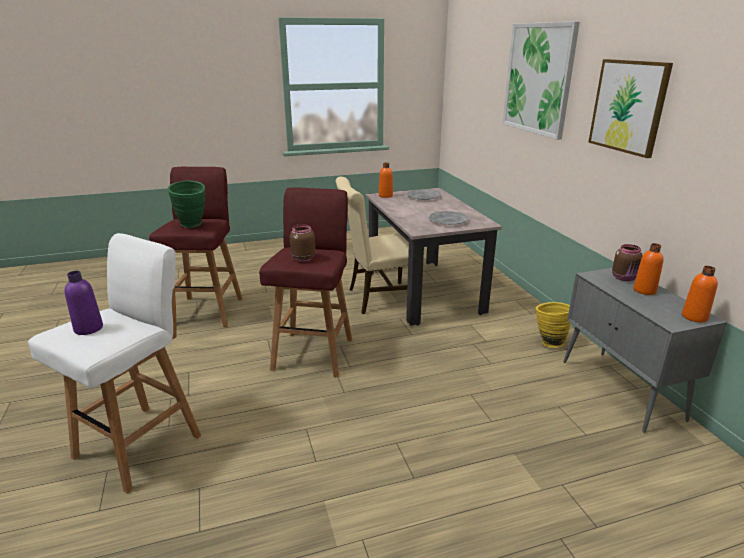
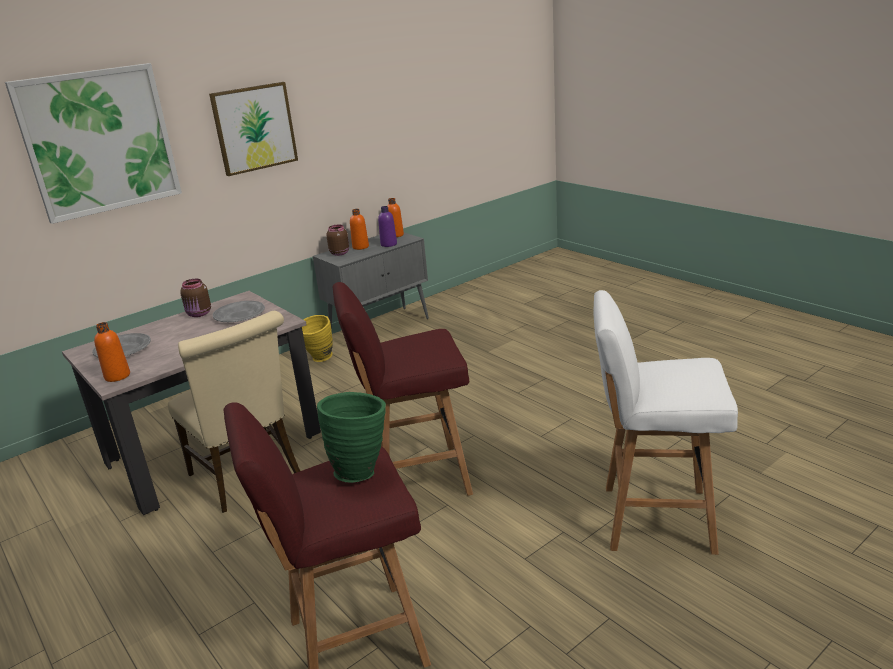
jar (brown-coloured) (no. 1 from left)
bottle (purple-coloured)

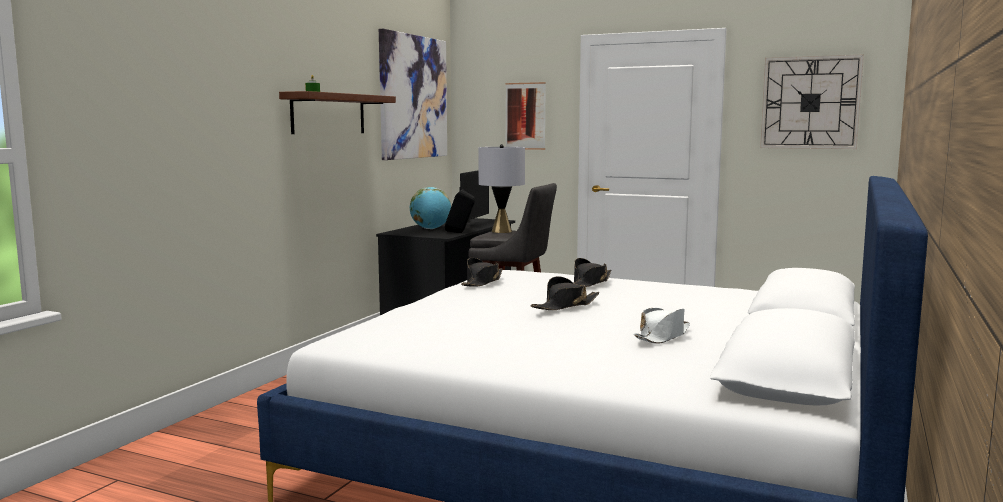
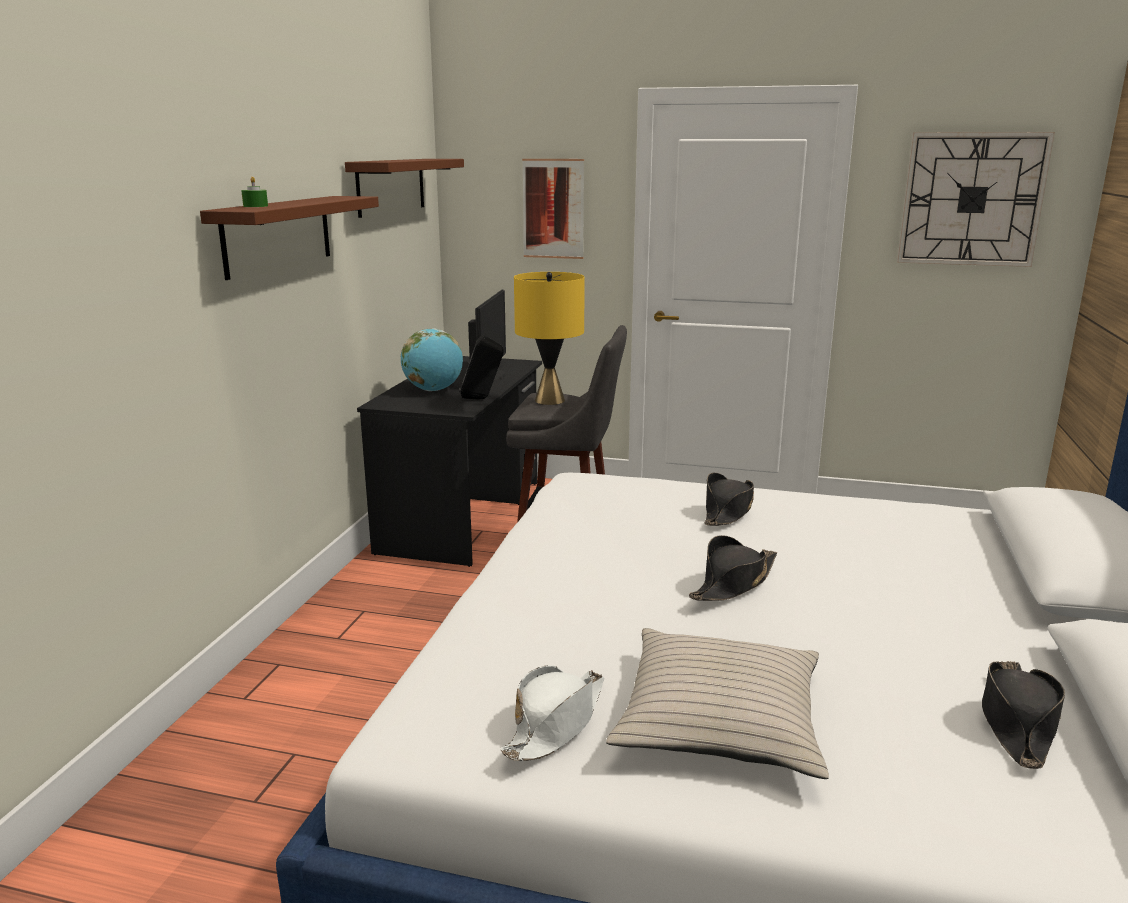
wall shelf (brown-coloured) (no. 2 from left)
tabletop lamp (yellow-coloured)
hat (blackish) (no. 3 from left)
hat (whitish)
pillow (beige-coloured)

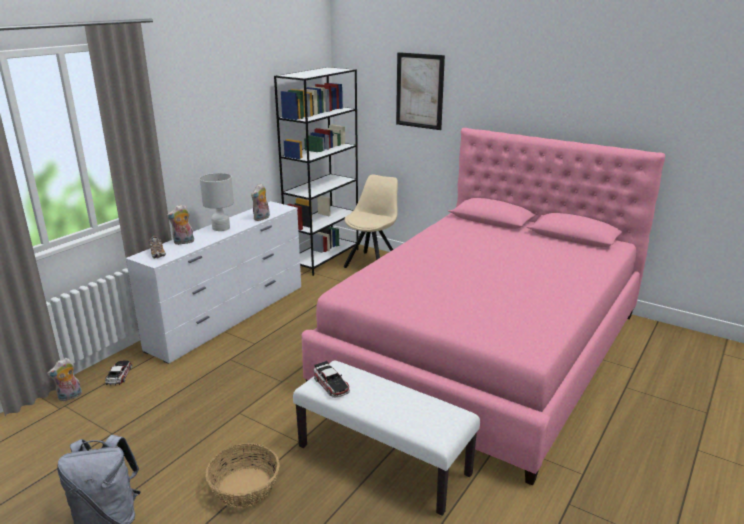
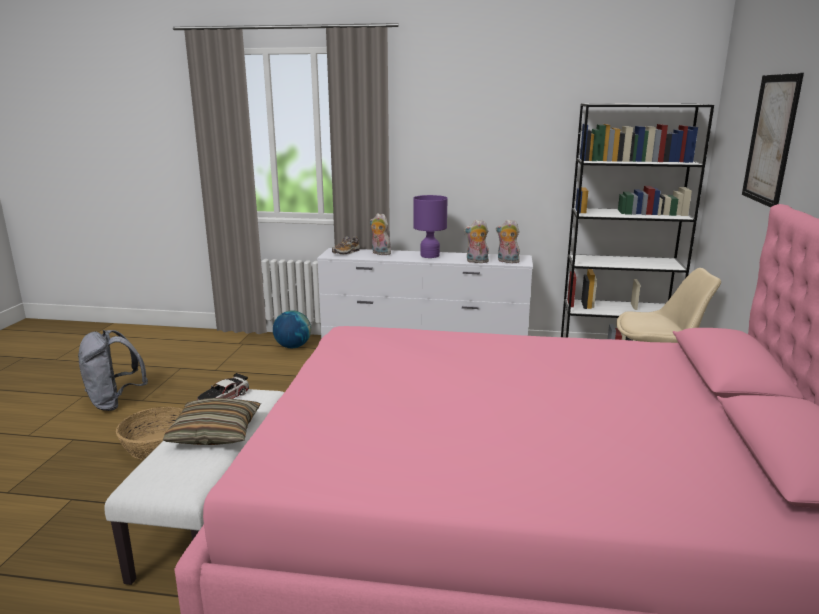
tabletop lamp (purple-coloured)
cuddly toy (no. 3 from left)
world globe
pillow

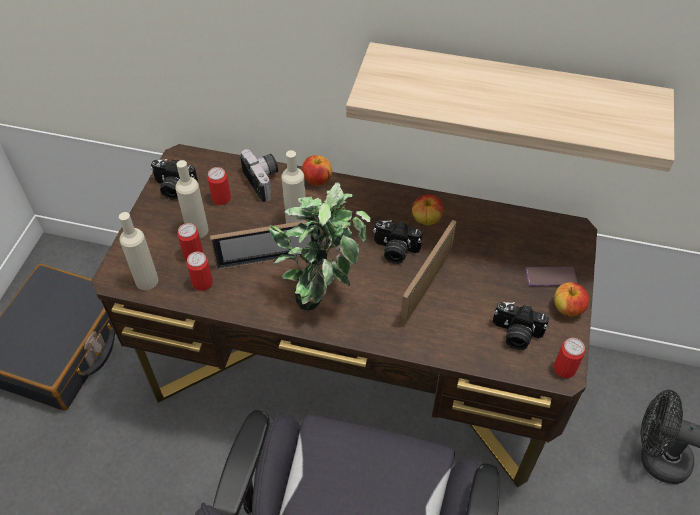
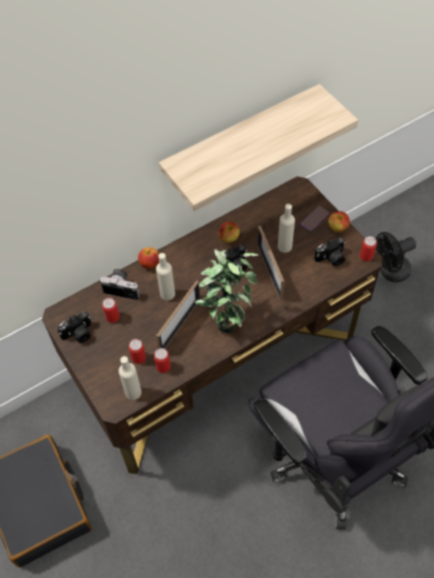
bottle (beige-coloured) (no. 3 from left)

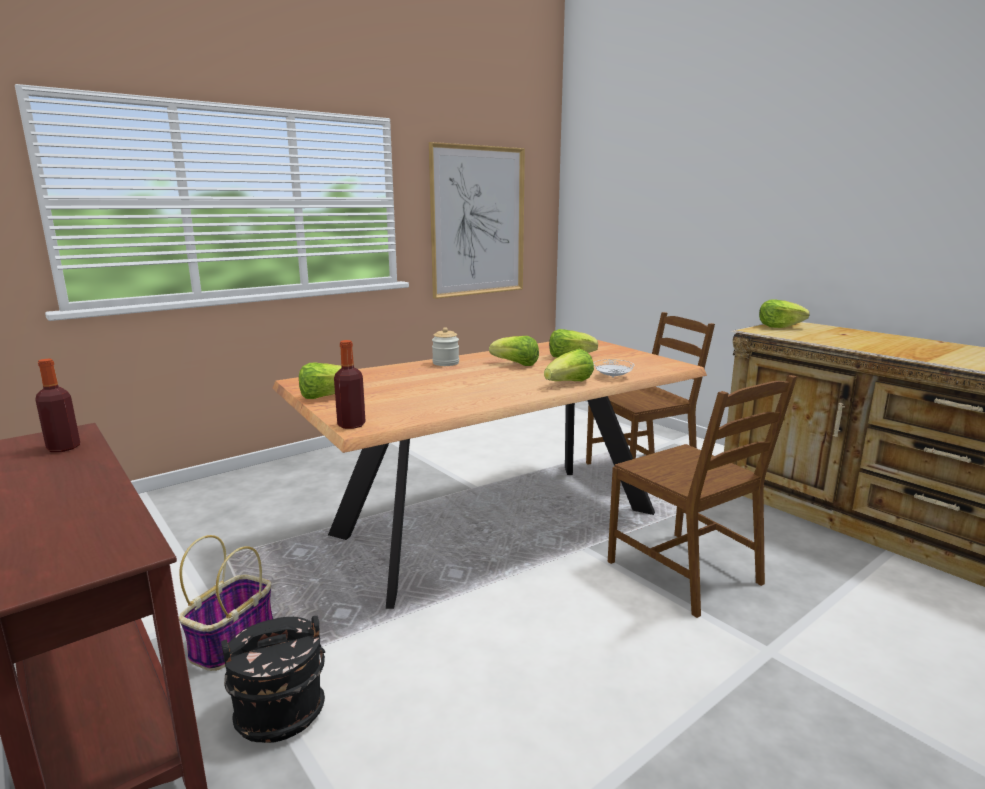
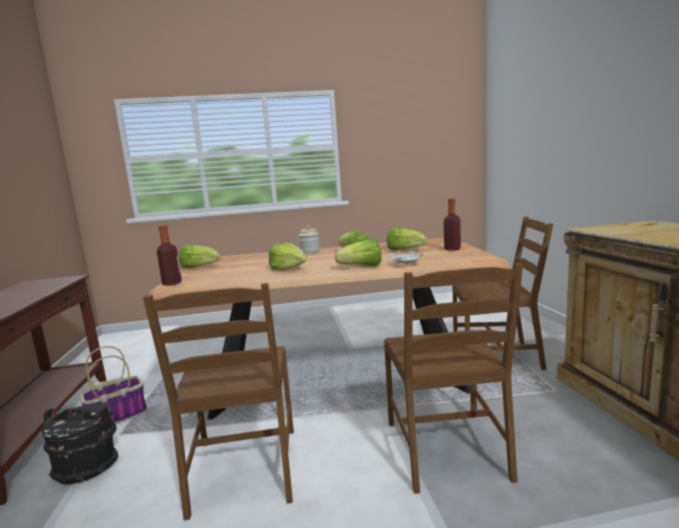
wall art
lettuce head (no. 2 from left)
bottle (no. 2 from left)
upright chair (brown-coloured) (no. 1 from left)

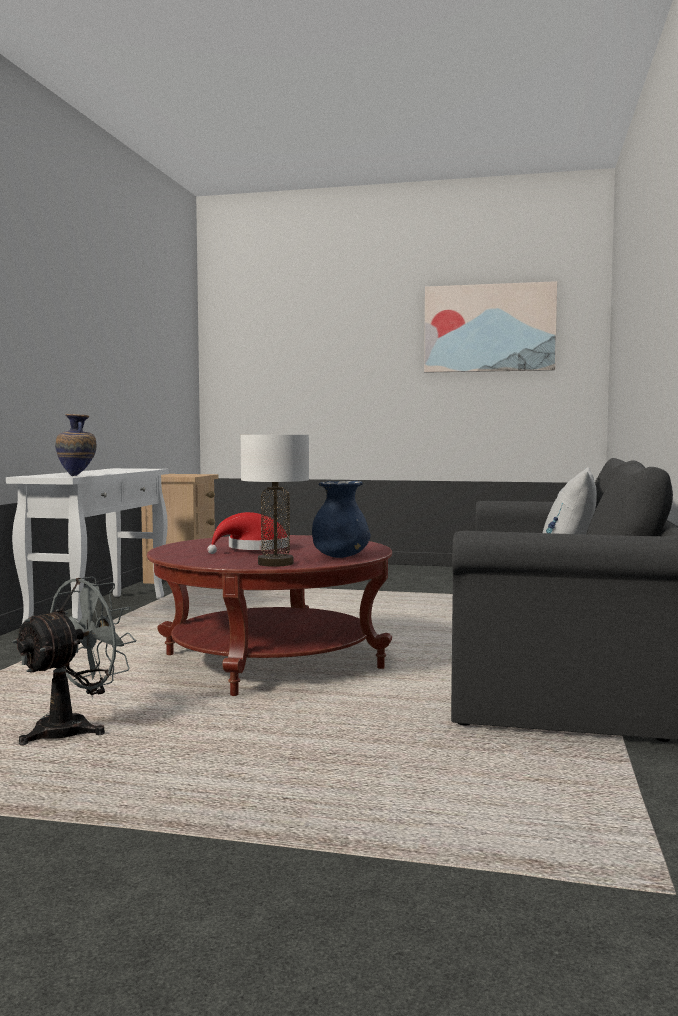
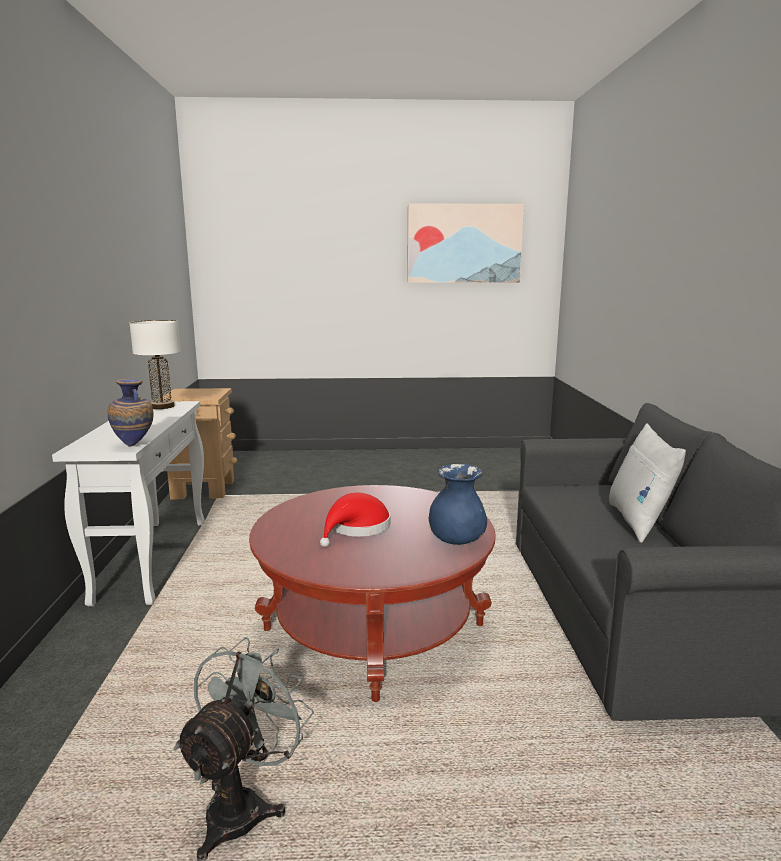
tabletop lamp

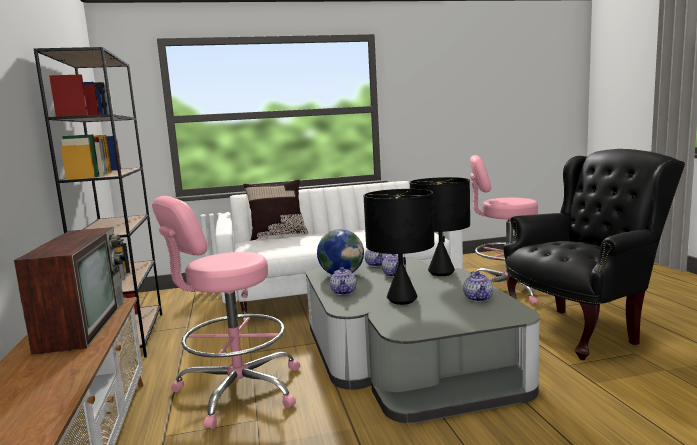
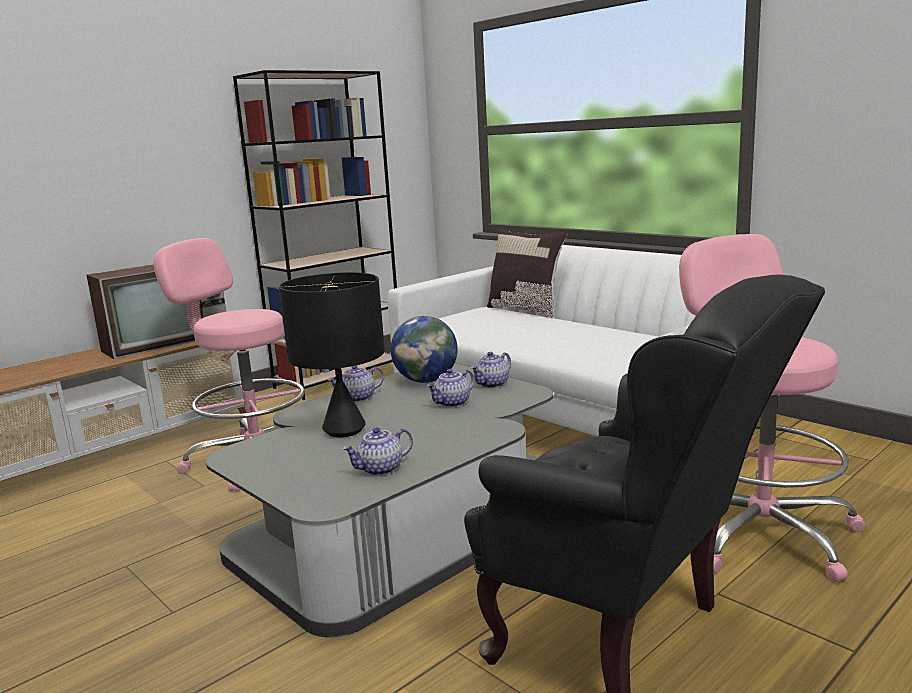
tabletop lamp (blackish) (no. 2 from left in the first image)

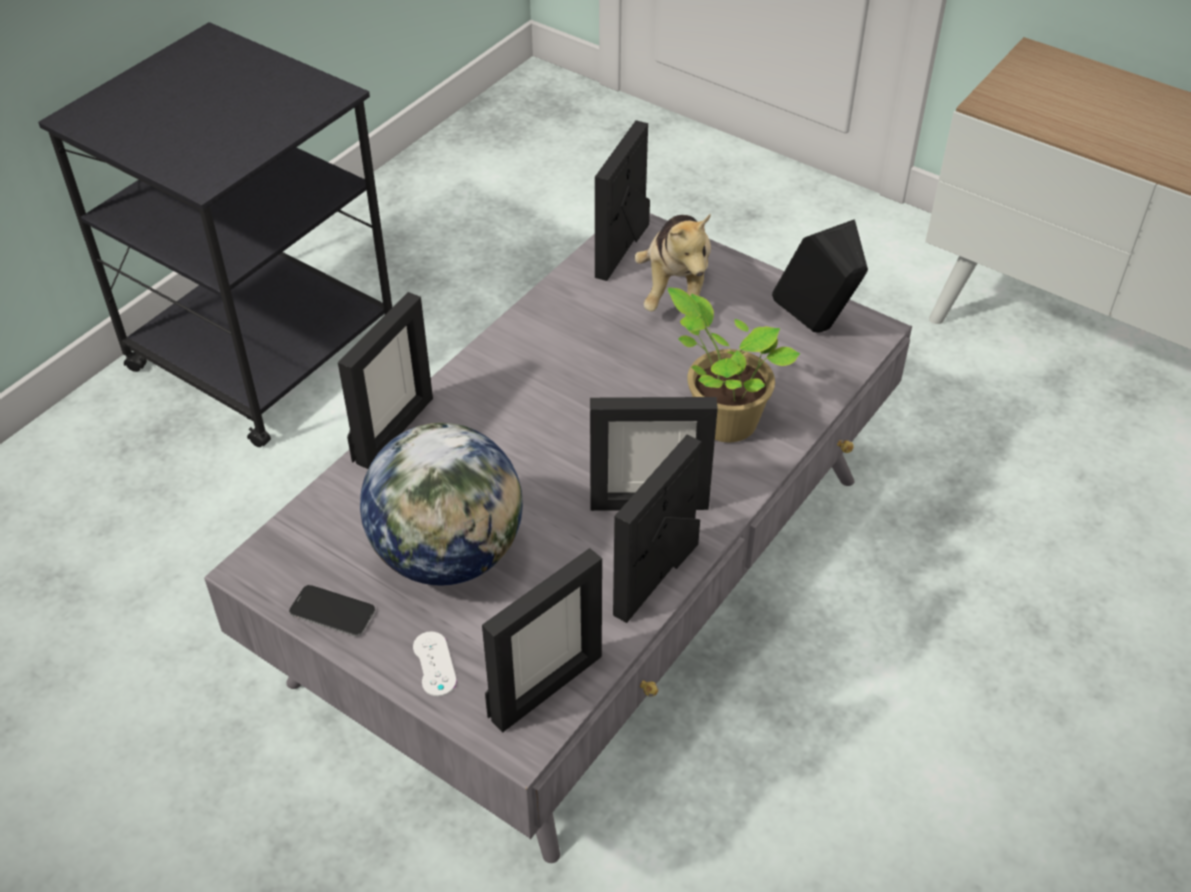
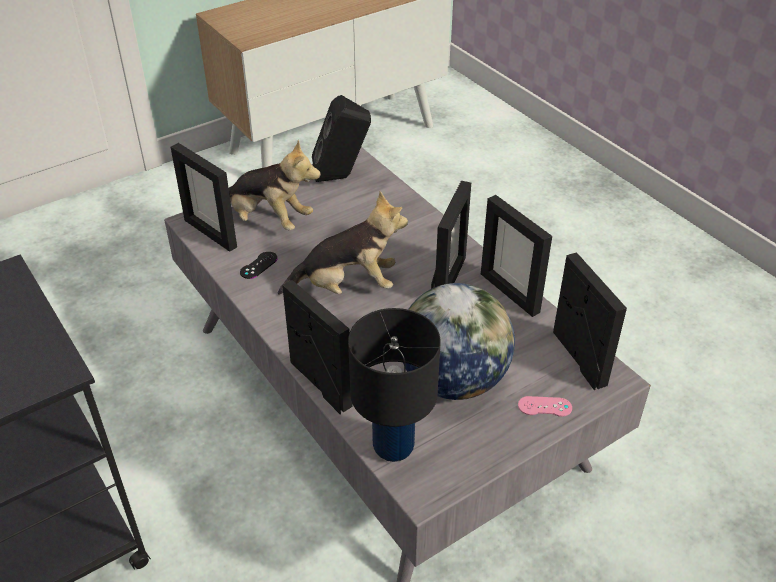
plant in a pot
phone
joypad (pink)
cuddly toy (no. 2 from left)
joypad (blackish)
tabletop lamp (blackish)

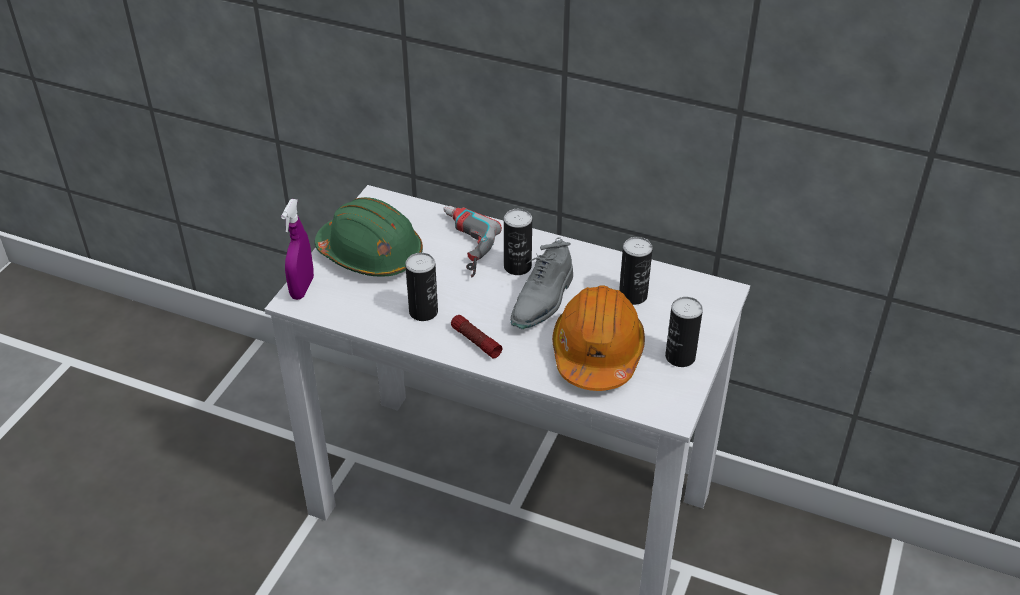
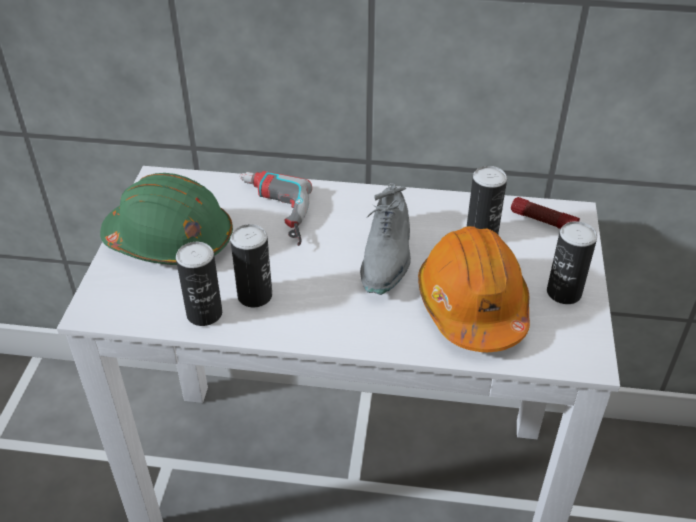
sprayer (purple-coloured)
metal can (no. 1 from left)
hand torch

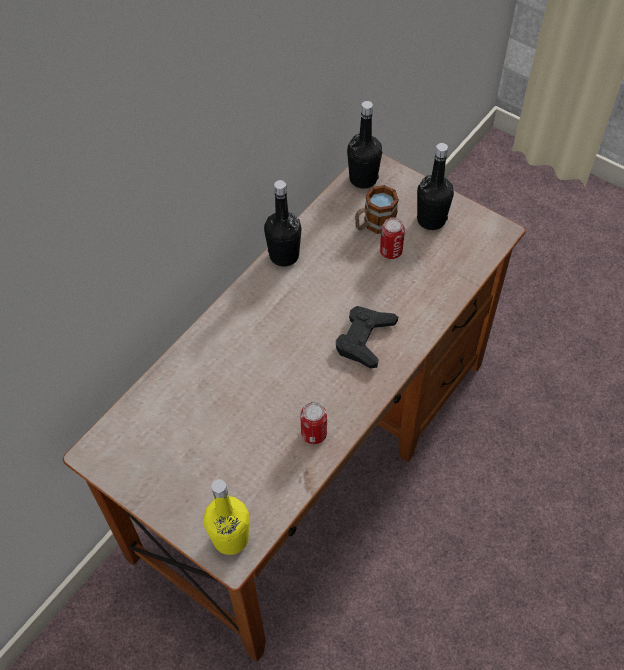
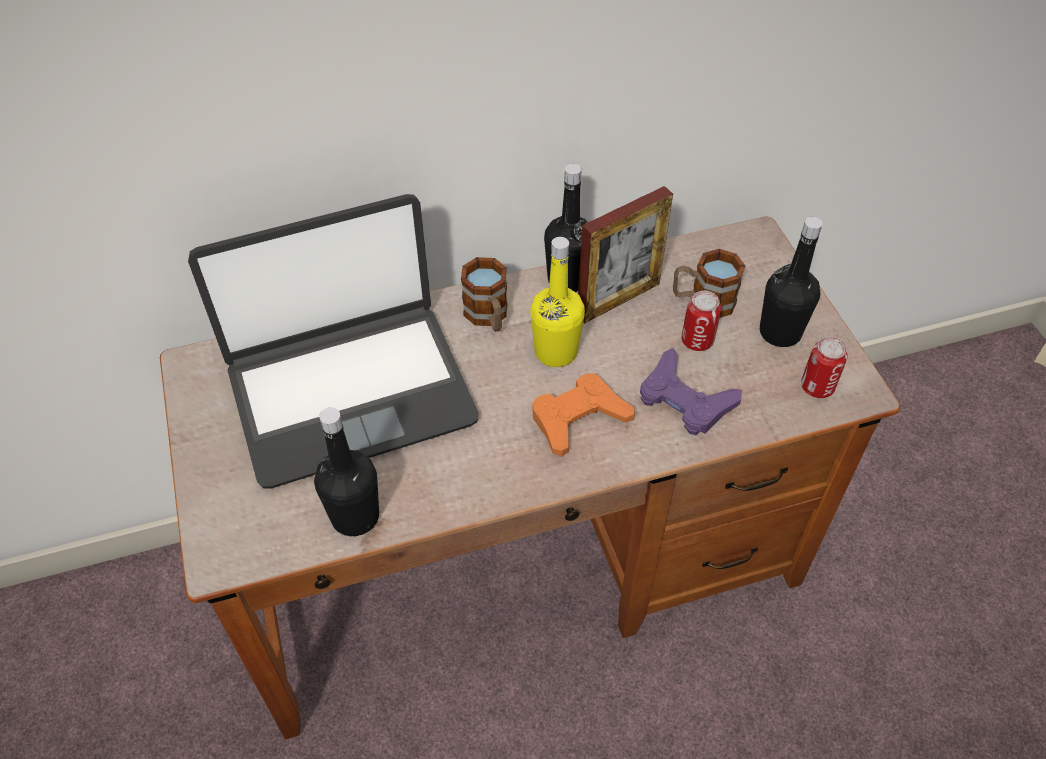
bottle (blackish) (no. 1 from left)
joypad (orangey)
metal can (no. 2 from left)
bottle (yellow-coloured)
photo frame
laptop
tea mug (no. 1 from left)
joypad (purple-coloured)

